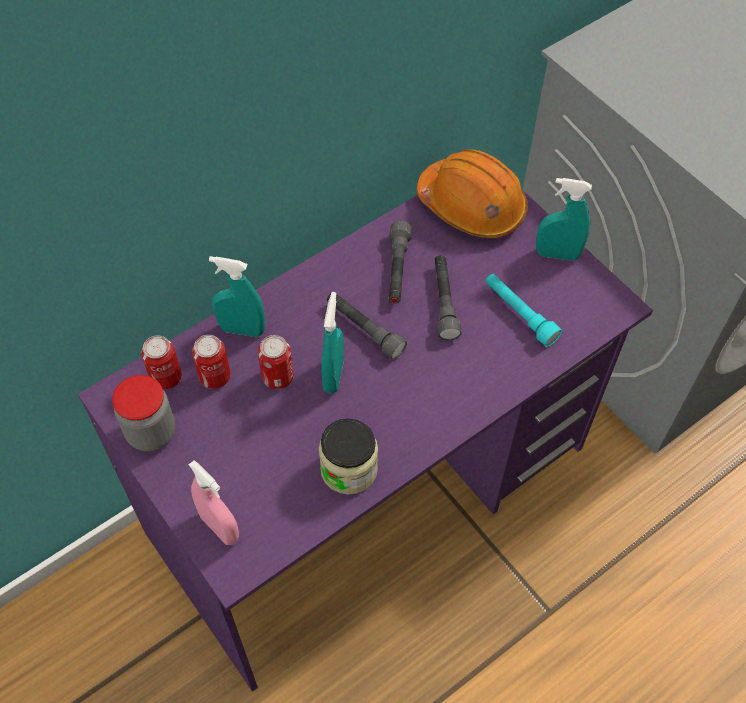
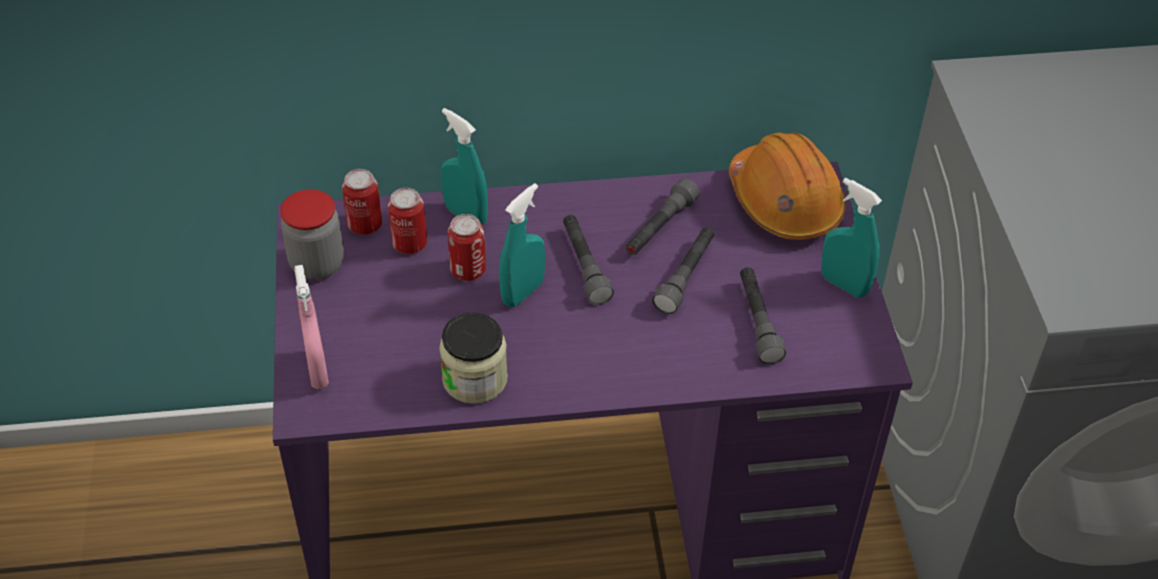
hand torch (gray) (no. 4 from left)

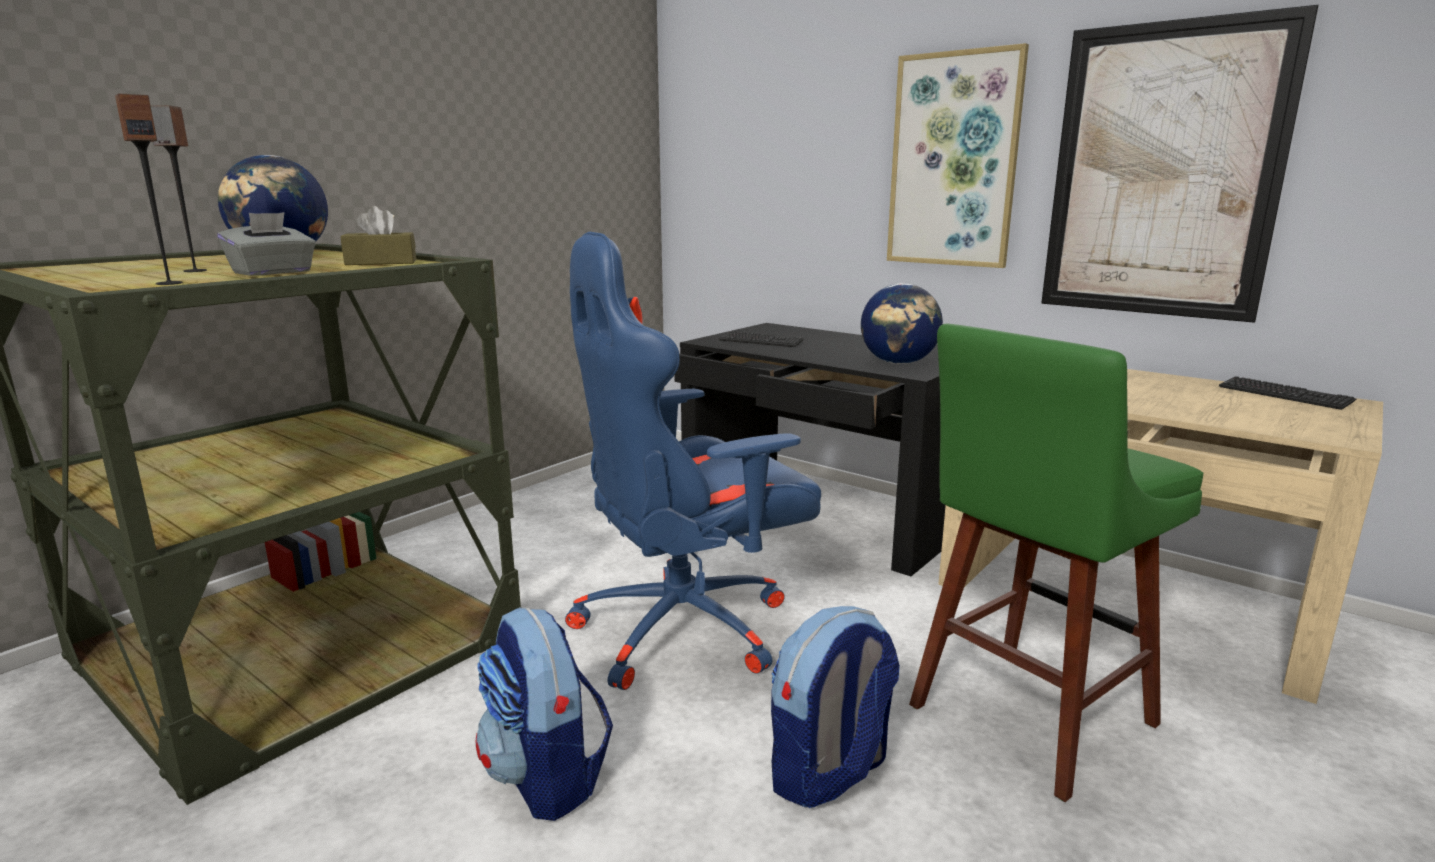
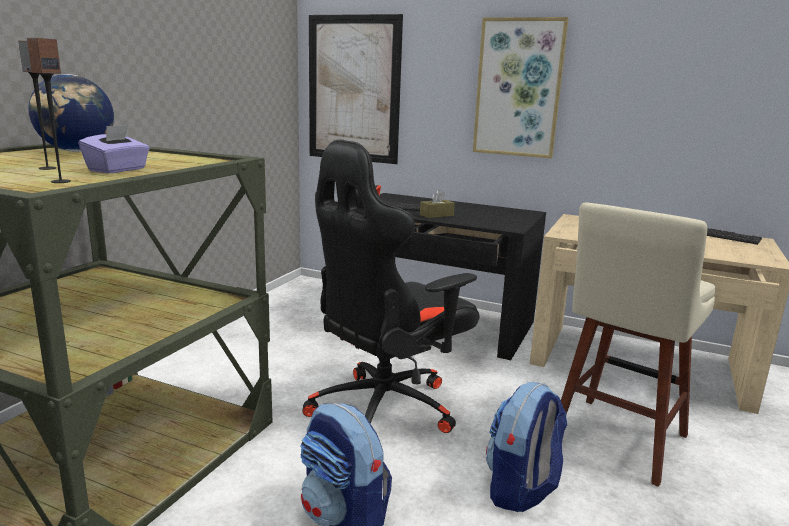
wall art (no. 1 from left)
box of tissues (brown-coloured)
box of tissues (purple-coloured)
computer chair (blackish)
world globe (no. 2 from left in the first image)
stool seat (beige-coloured)

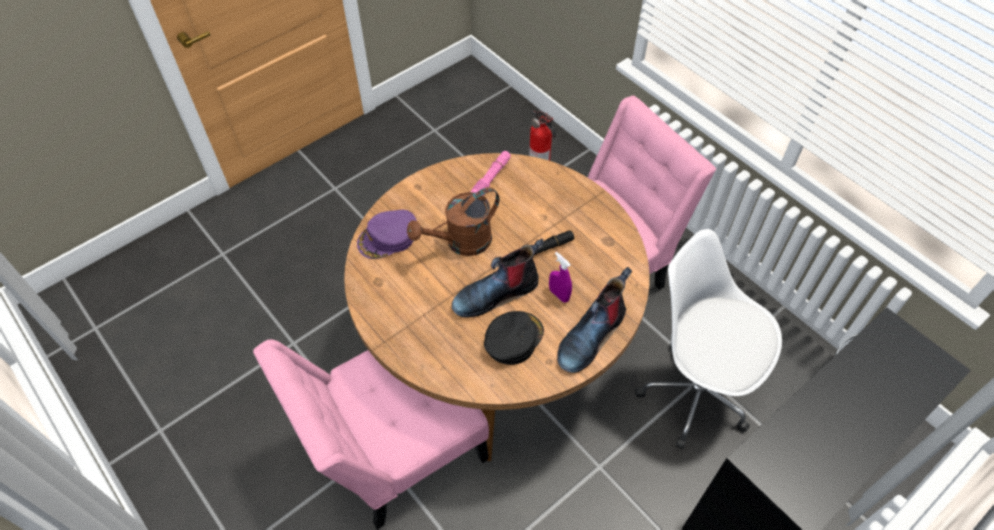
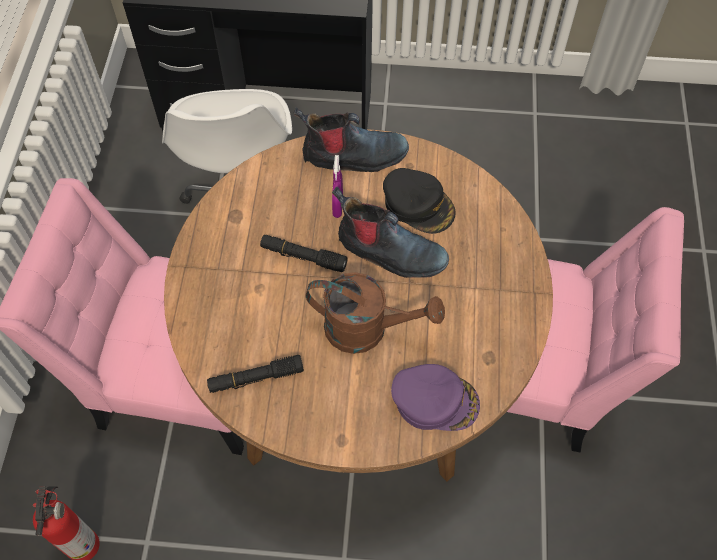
hand torch (blackish) (no. 1 from left)
cap (blackish)

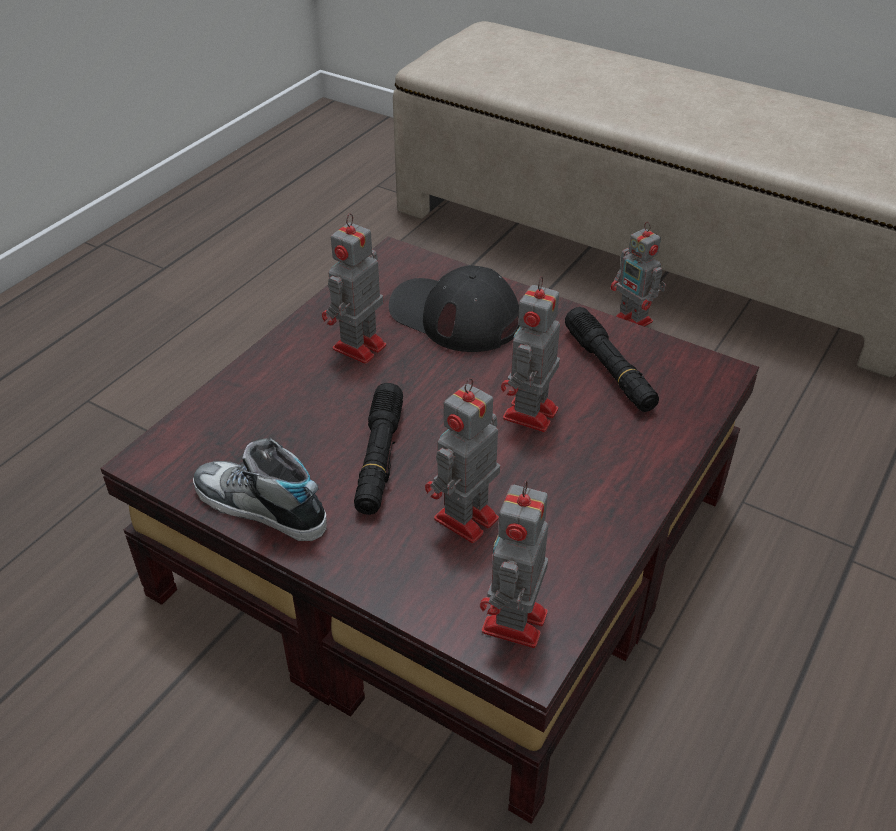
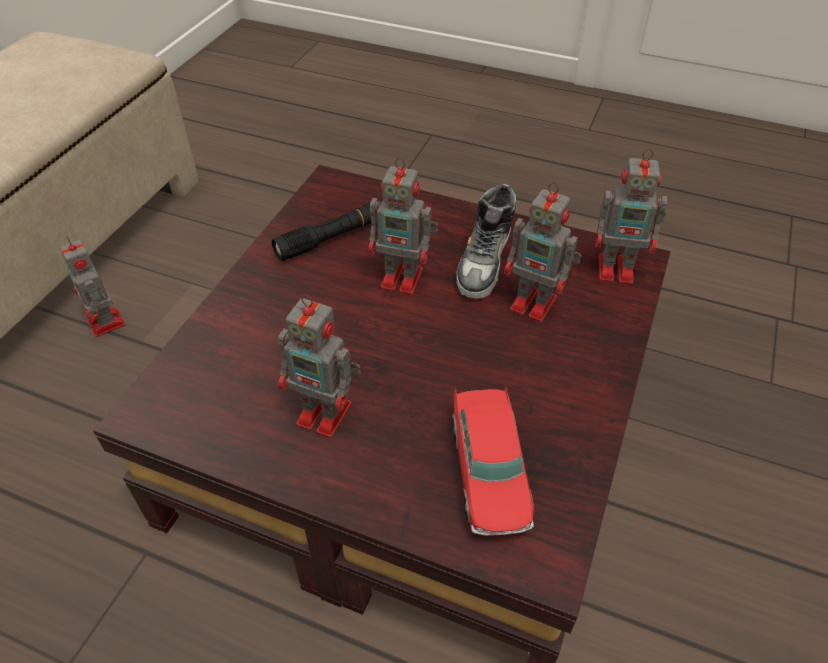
robot figure (no. 1 from left)
cap (blackish)
hand torch (blackish) (no. 1 from left in the first image)
item of footwear
miniature car

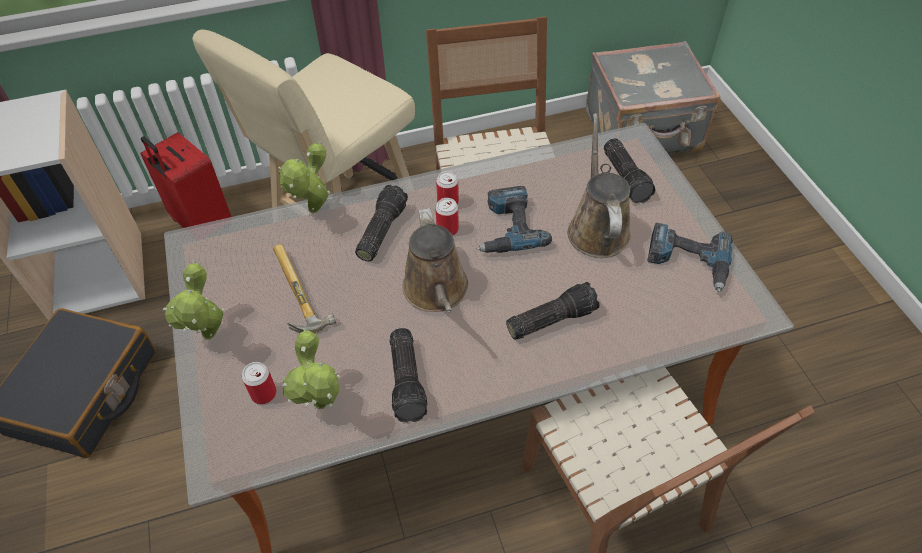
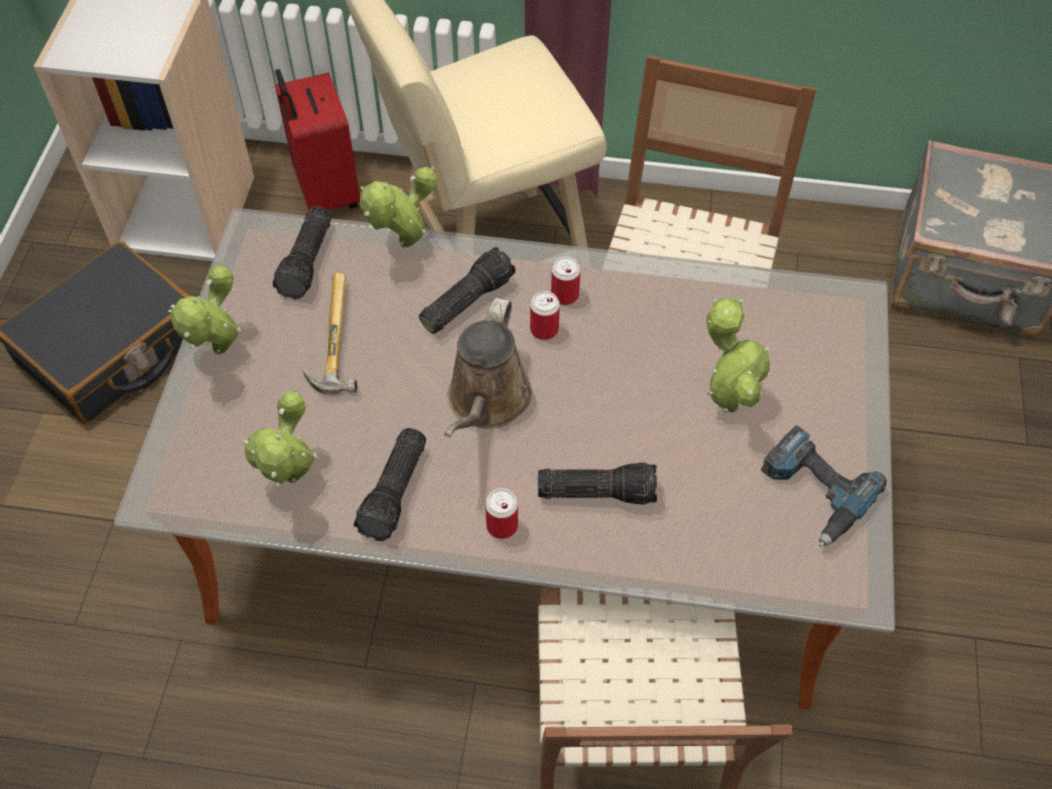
plant in a pot (no. 4 from left)
hand torch (no. 1 from left)
power drill (no. 1 from left in the first image)
metal can (no. 1 from left)

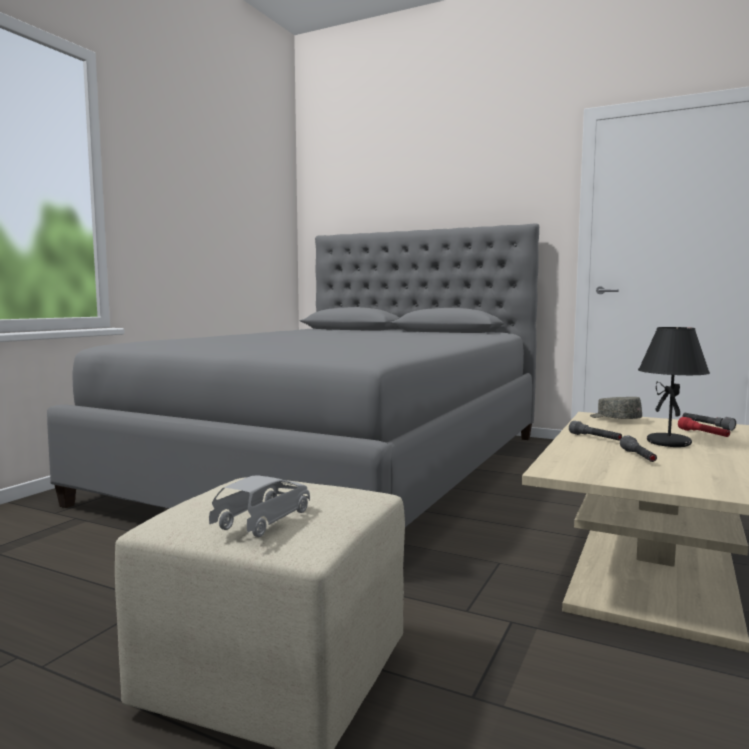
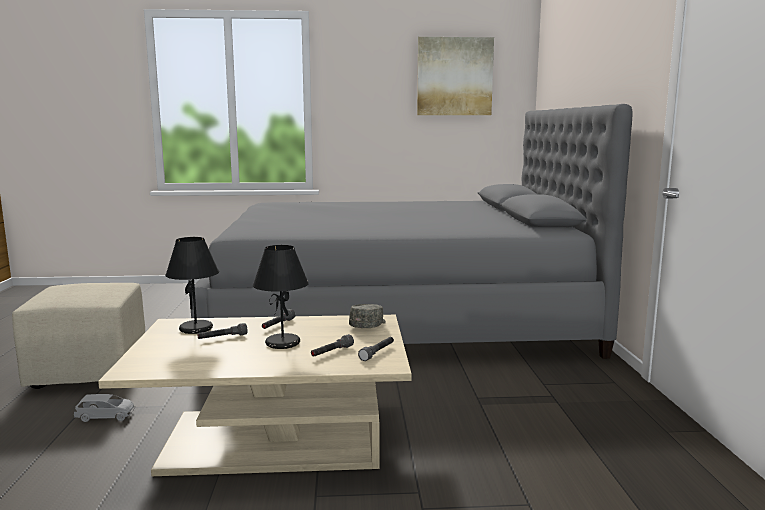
hand torch (gray) (no. 3 from left)
miniature car (gray)
wall art
tabletop lamp (blackish) (no. 1 from left)

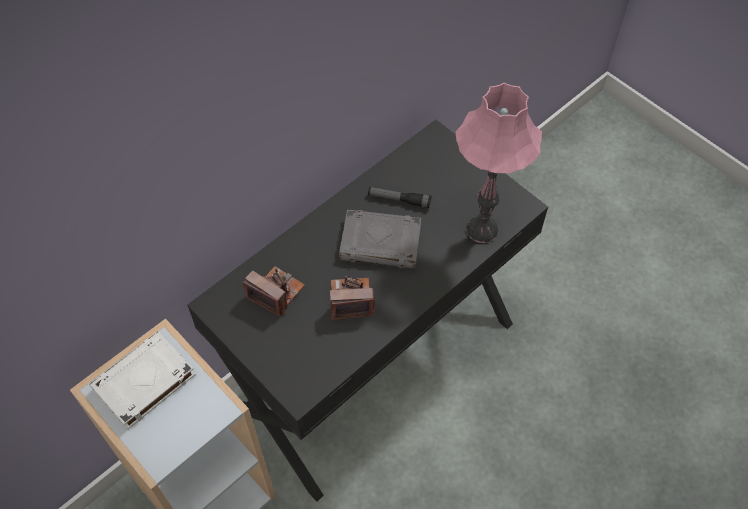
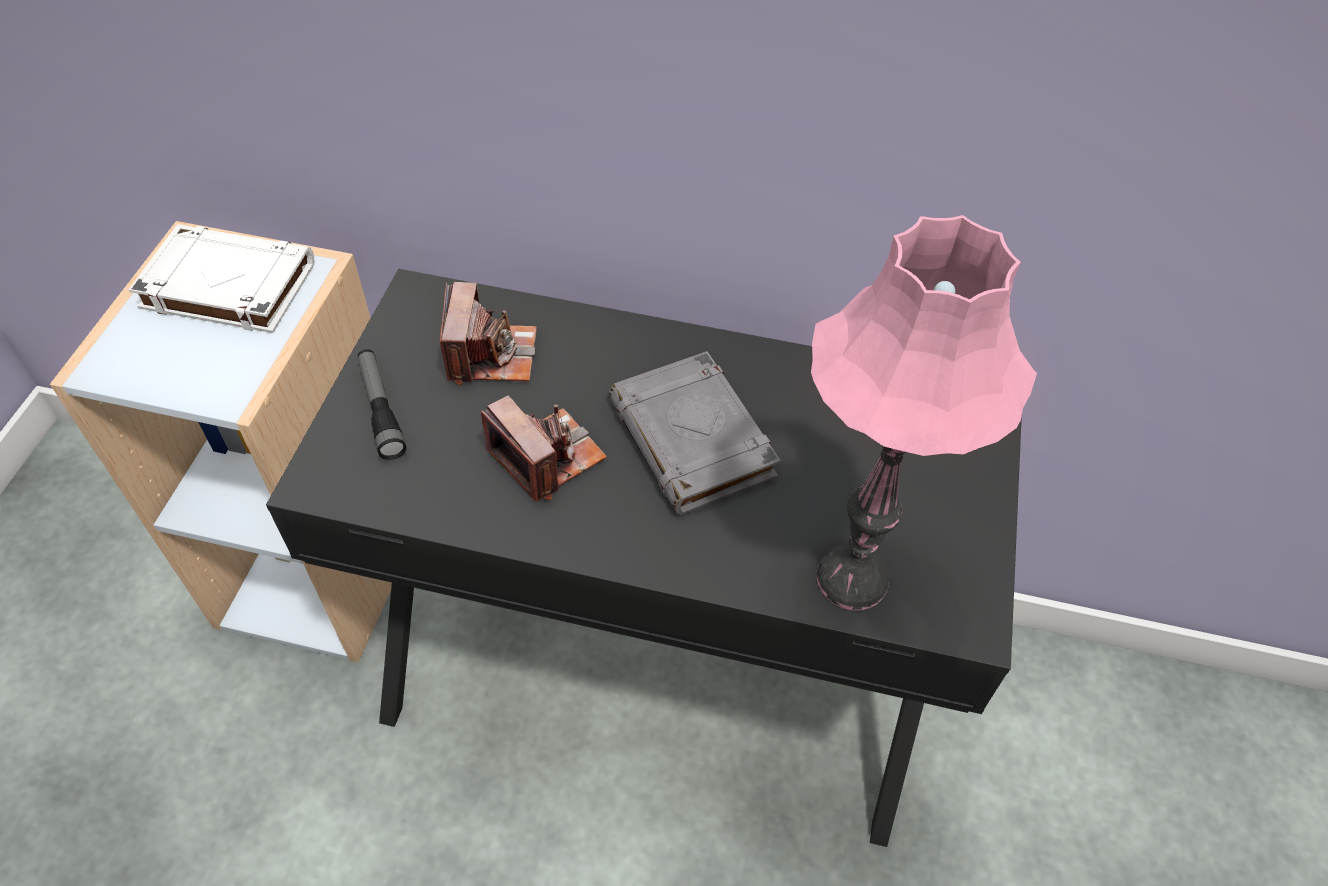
hand torch

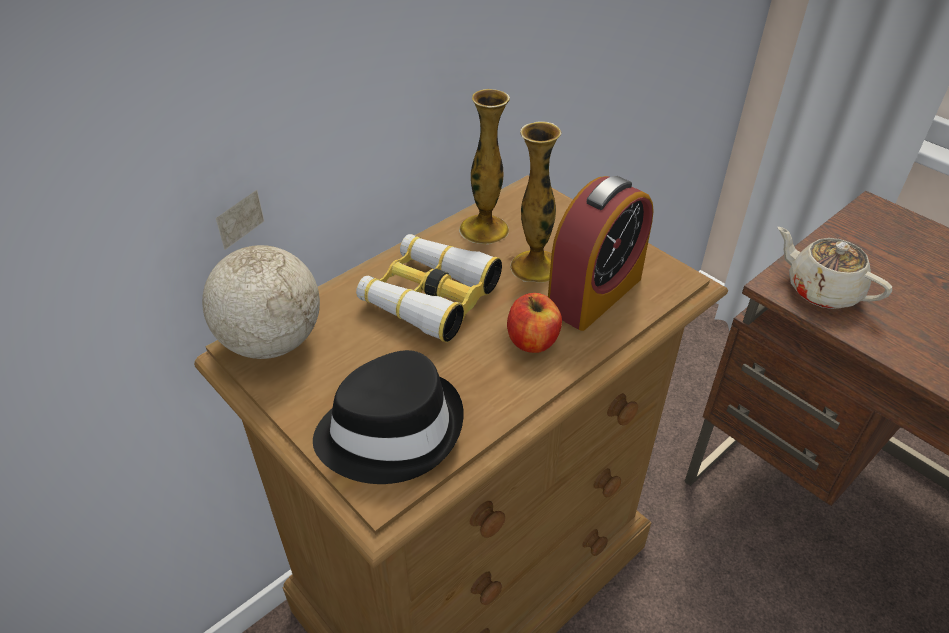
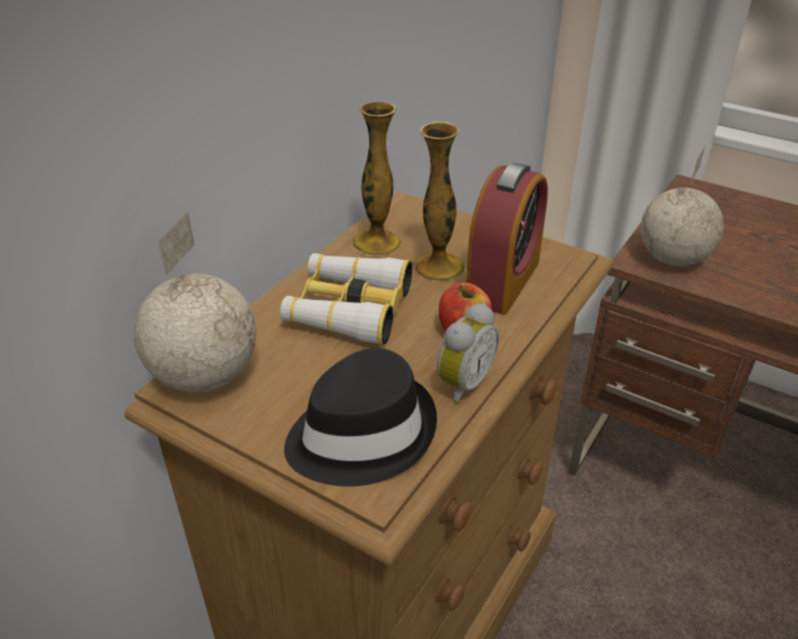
world globe (no. 2 from left)
bedside clock (no. 1 from left)

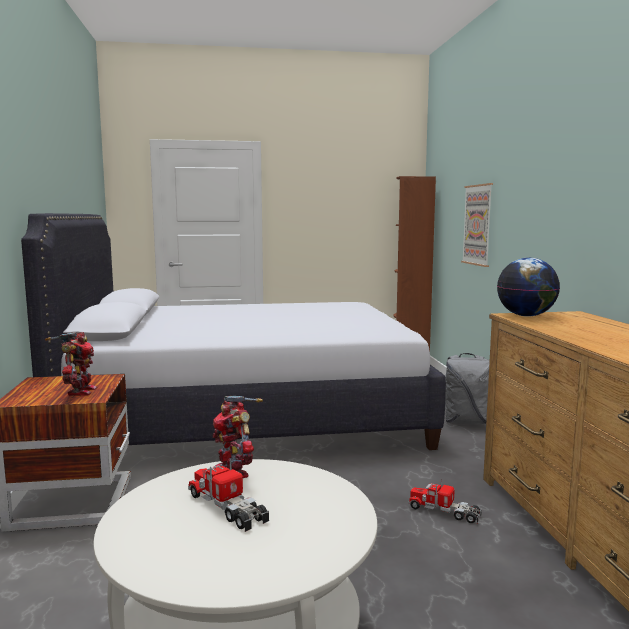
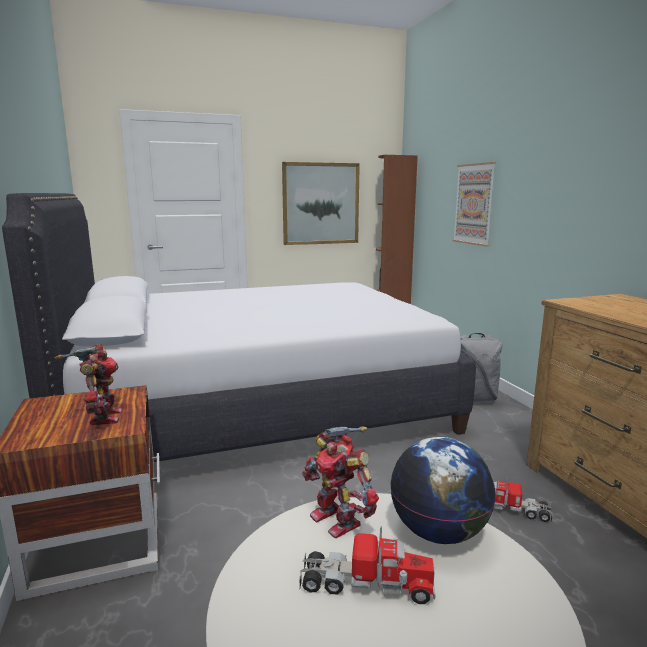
world globe
toy lorry (no. 1 from left)
wall art (no. 1 from left)

